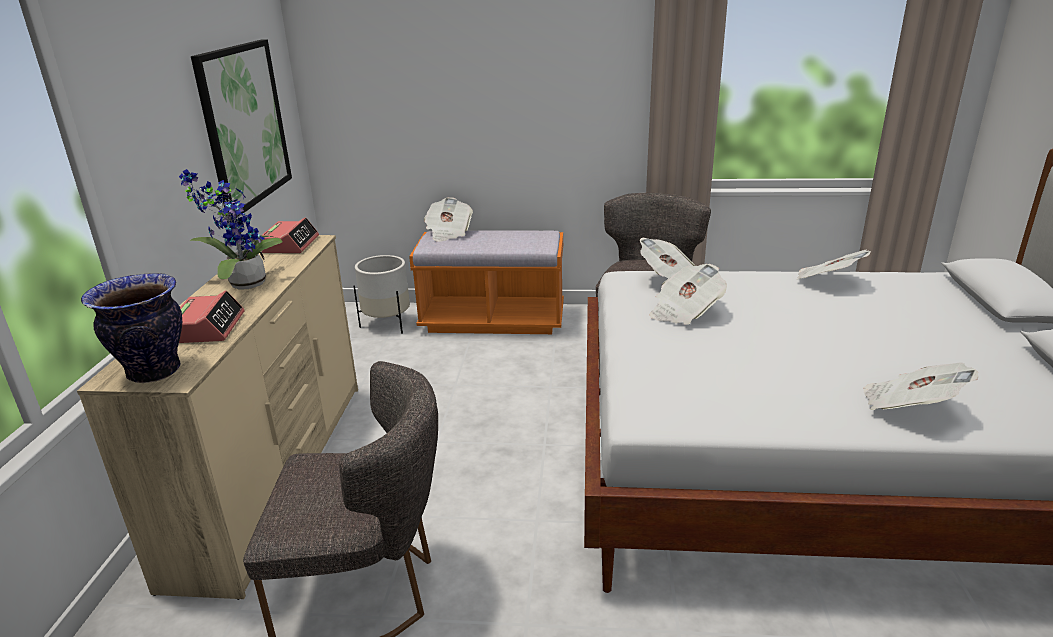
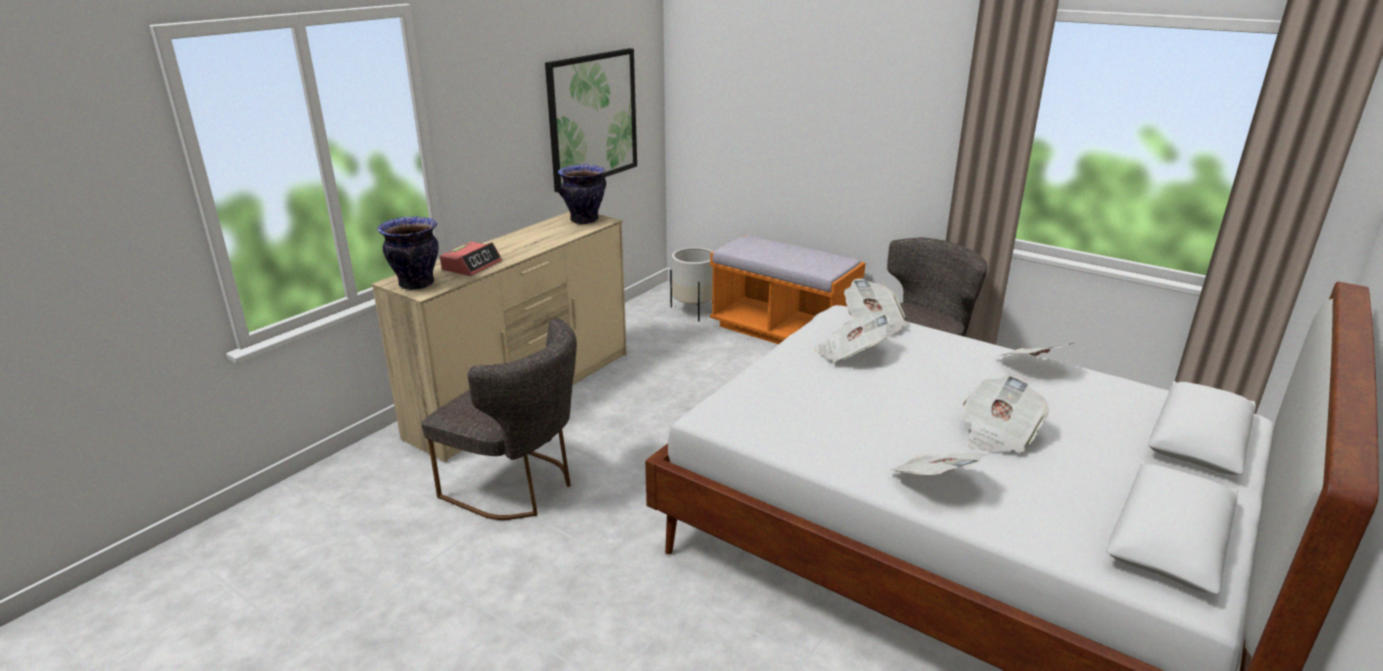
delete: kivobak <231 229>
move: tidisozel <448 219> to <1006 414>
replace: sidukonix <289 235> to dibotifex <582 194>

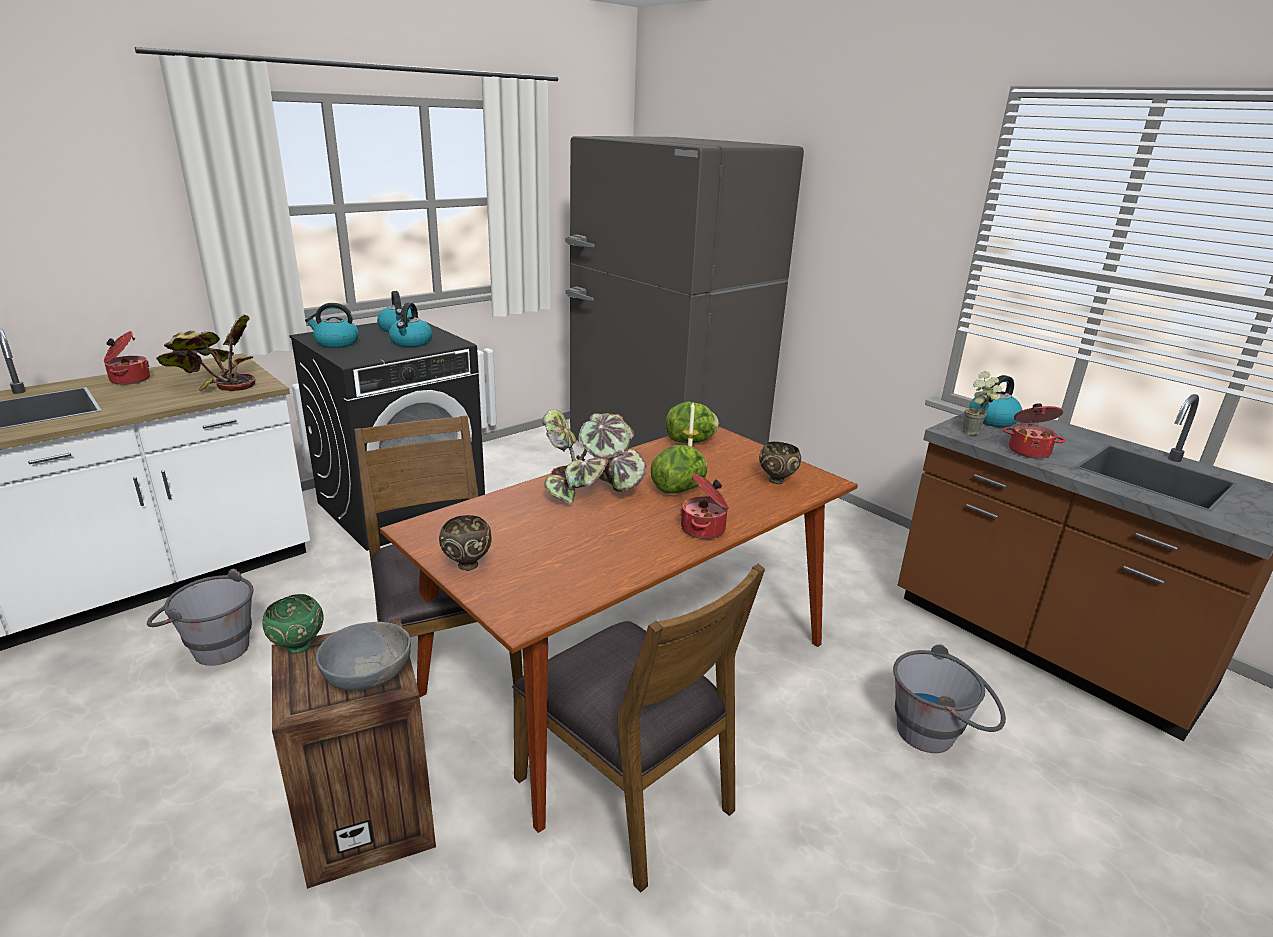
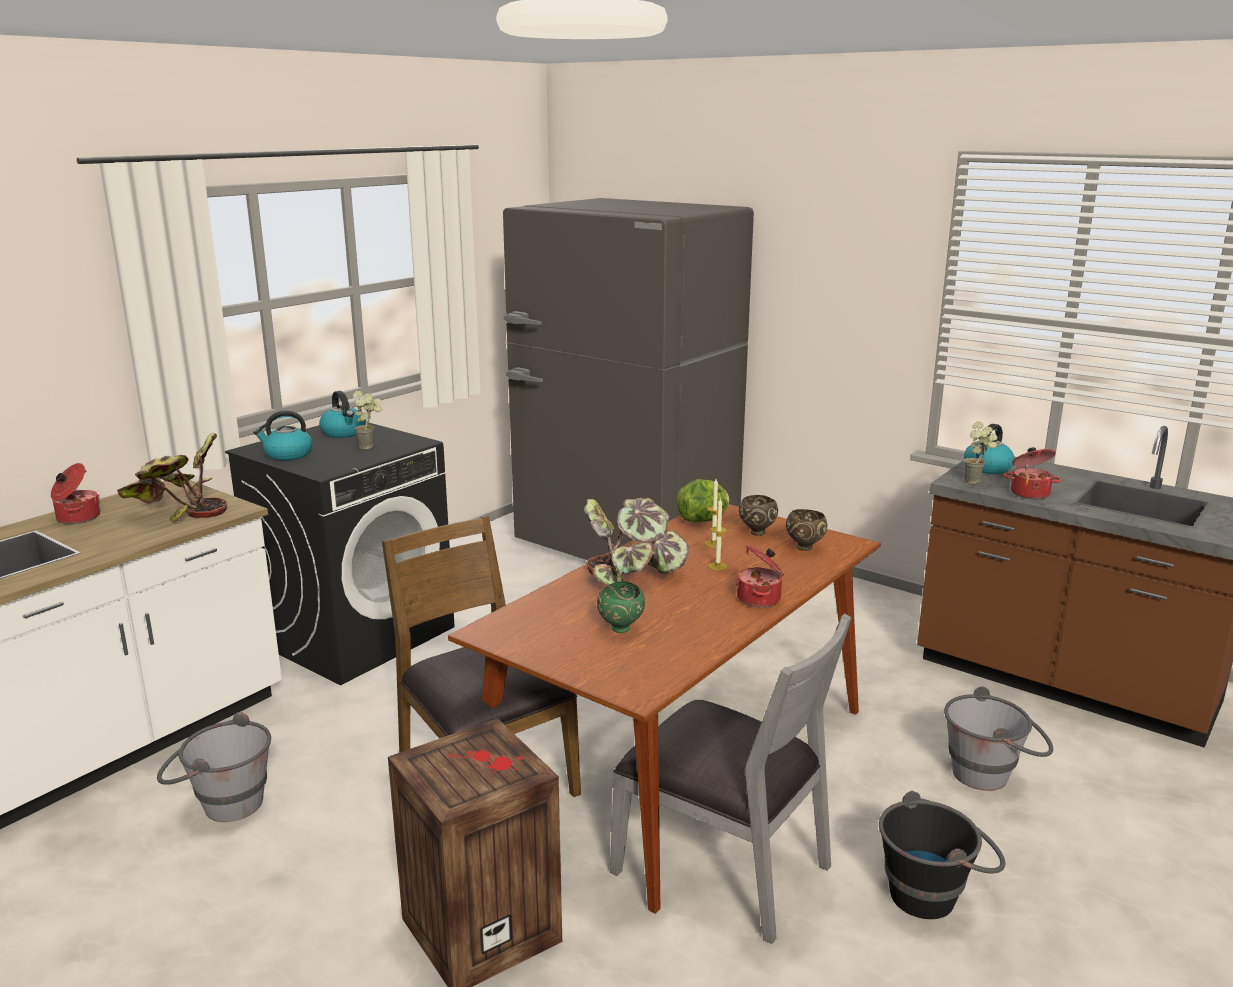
delete: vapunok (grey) <363 656>
insert: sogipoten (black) <942 855>
move: vapunok (brown) <465 543> to <758 515>; vapunok (green) <293 624> to <621 607>
replace: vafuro <410 325> to kivobak <367 420>; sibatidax <679 469> to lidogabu <718 535>
recolor: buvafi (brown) <638 727> to buvafi (grey) <731 778>

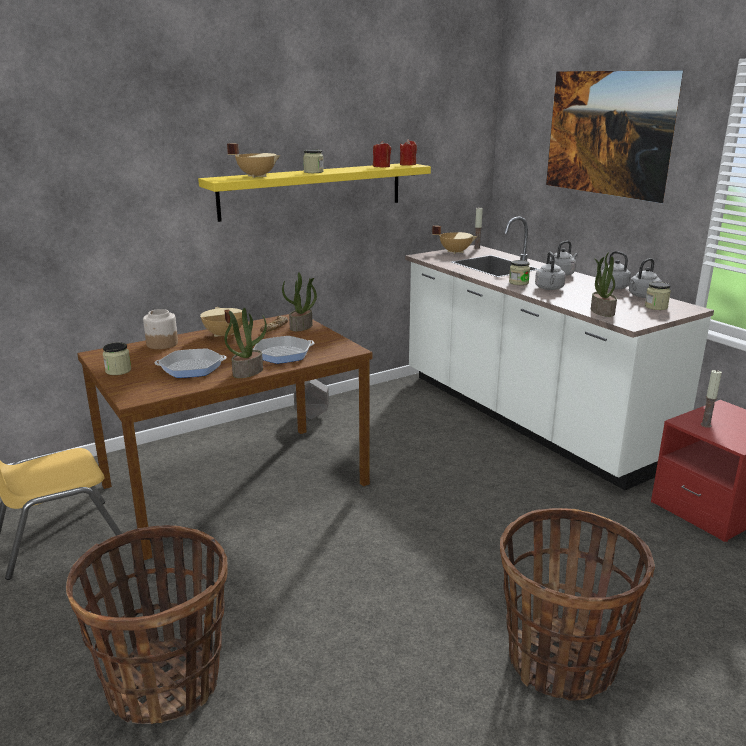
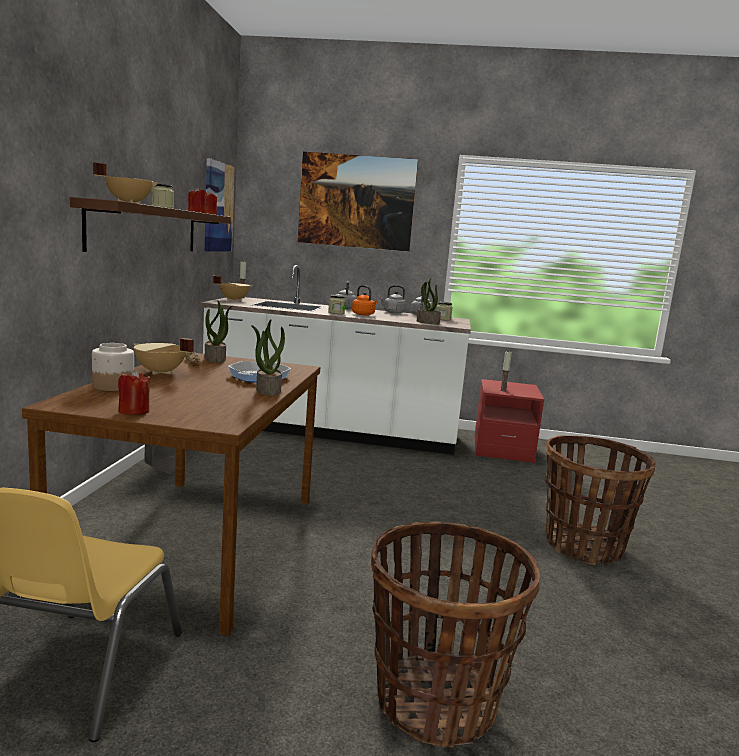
delete: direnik <190 363>
insert: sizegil <220 205>
replace: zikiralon <117 358> to lidogabu (red) <134 392>
recolor: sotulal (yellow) <314 192> to sotulal (brown) <150 224>; vafuro (grey) <550 271> to vafuro (orange) <364 300>

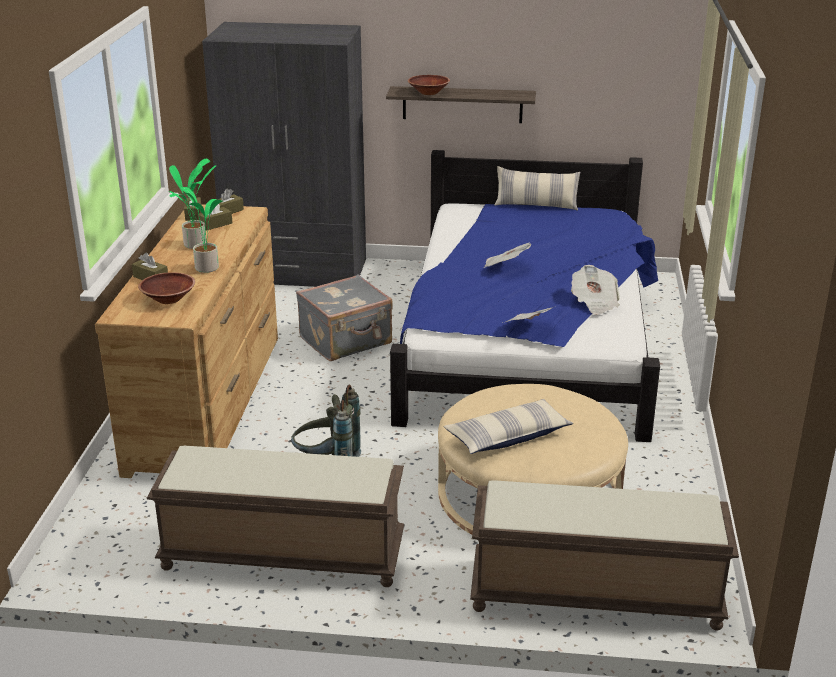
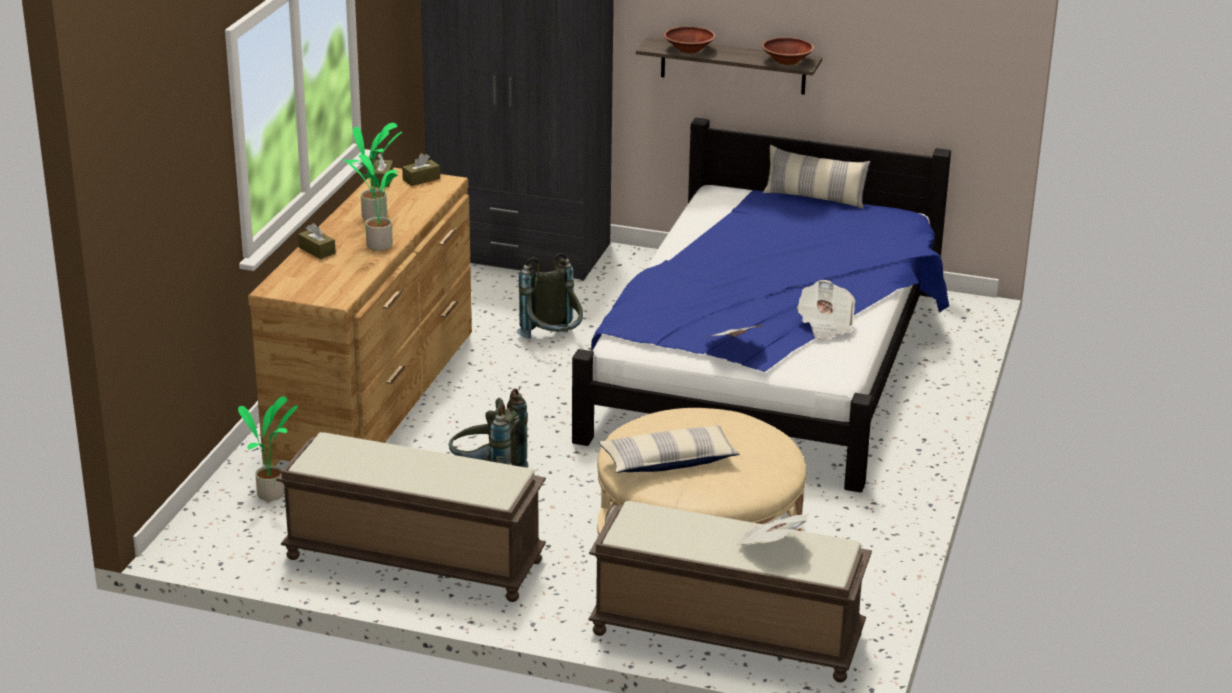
delete: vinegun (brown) <215 217>
insert: kivobak <268 448>
move: tidisozel <507 255> to <773 529>; vapunok (brown) <166 288> to <788 51>
replace: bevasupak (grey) <344 317> to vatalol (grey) <549 296>

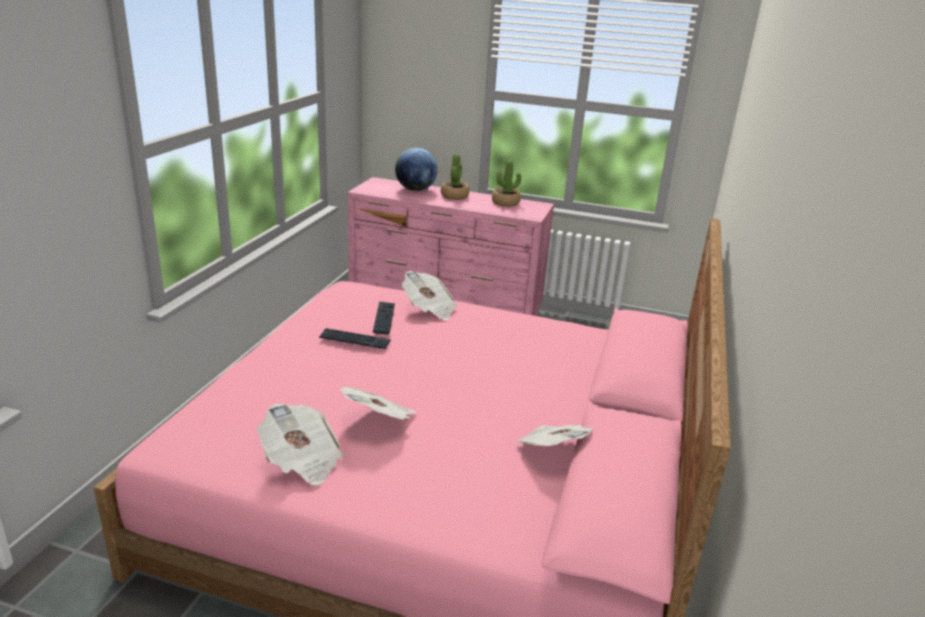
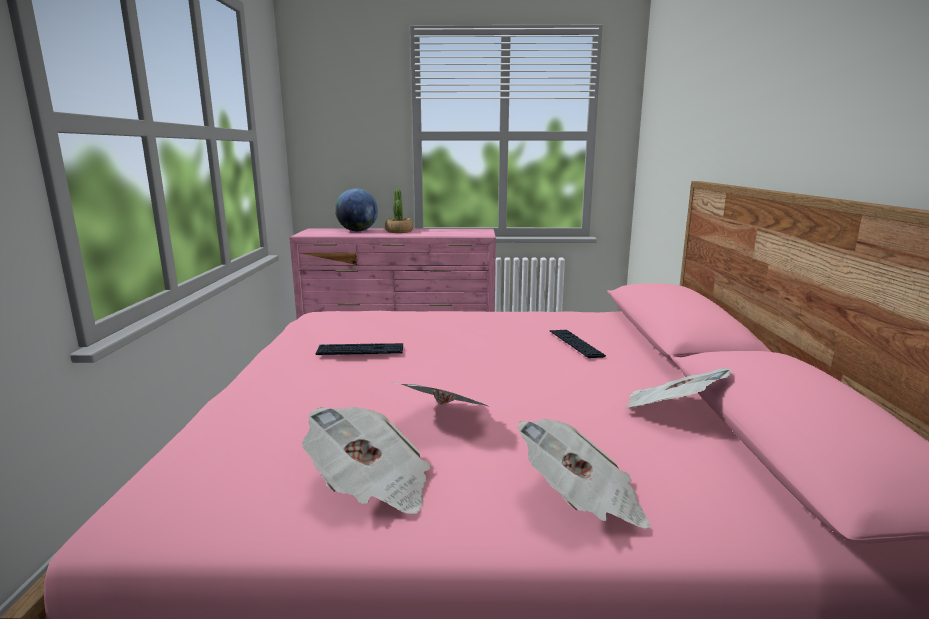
delete: kivobak <506 183>
move: tidisozel <429 295> to <584 474>; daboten <384 318> to <578 344>

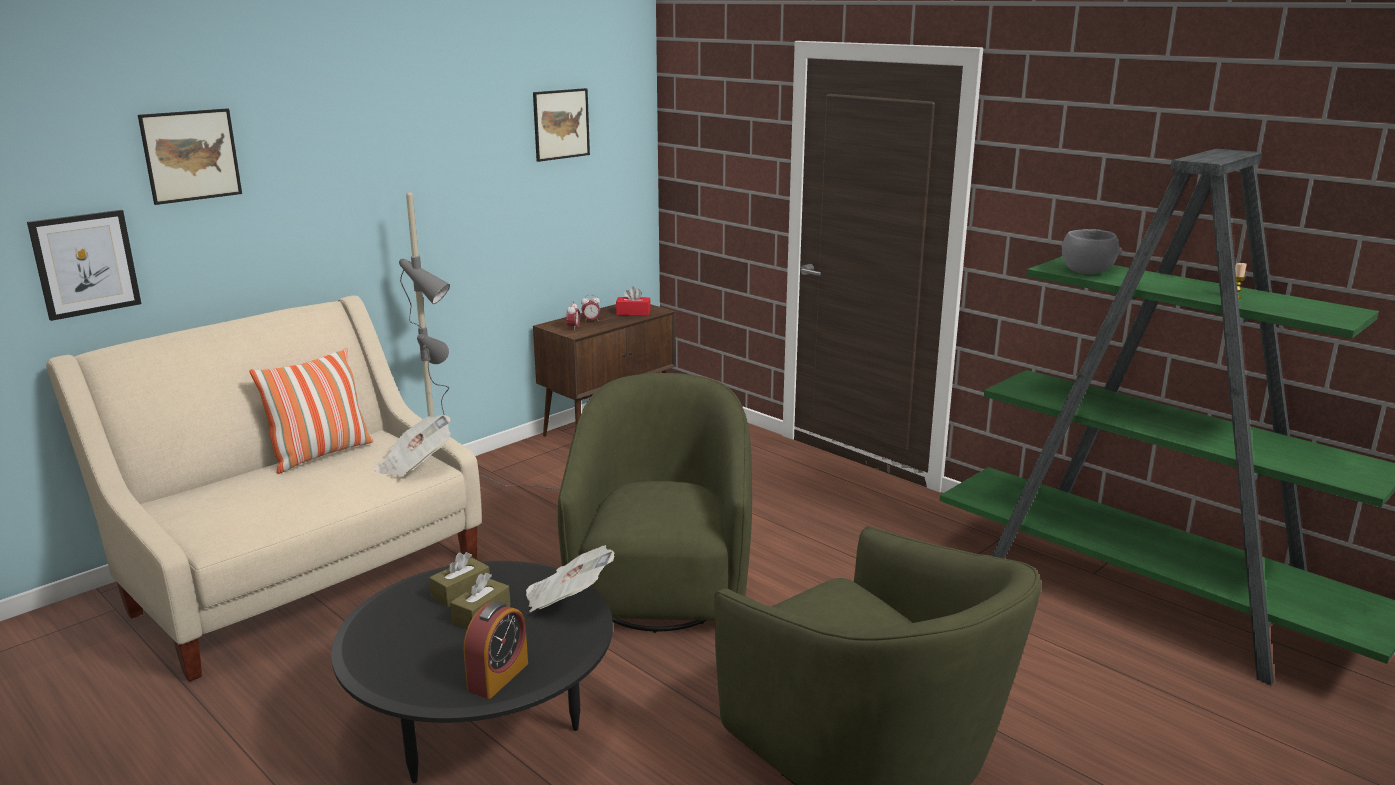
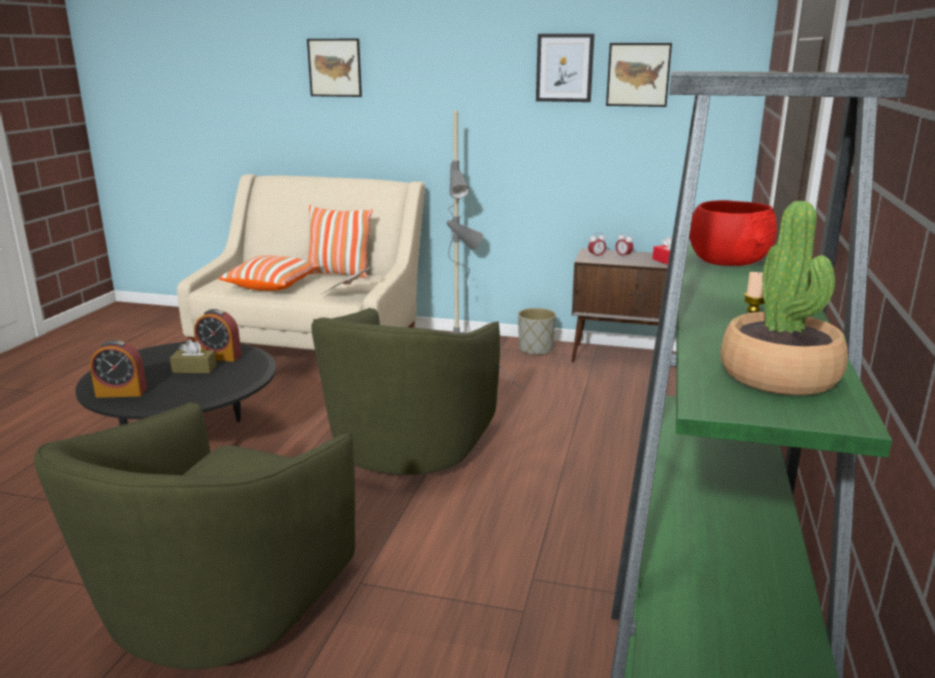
delete: tidisozel <570 578>
insert: kivobak <784 298>; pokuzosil <269 273>; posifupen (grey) <537 332>
move: sizegil <84 265> to <565 68>
replace: vinegun (brown) <459 579> to sidukonix <218 335>
recolor: vapunok (grey) <1092 251> to vapunok (red) <733 233>
rotate: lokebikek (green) <655 503> = <405 391> 135 degrees clockwise

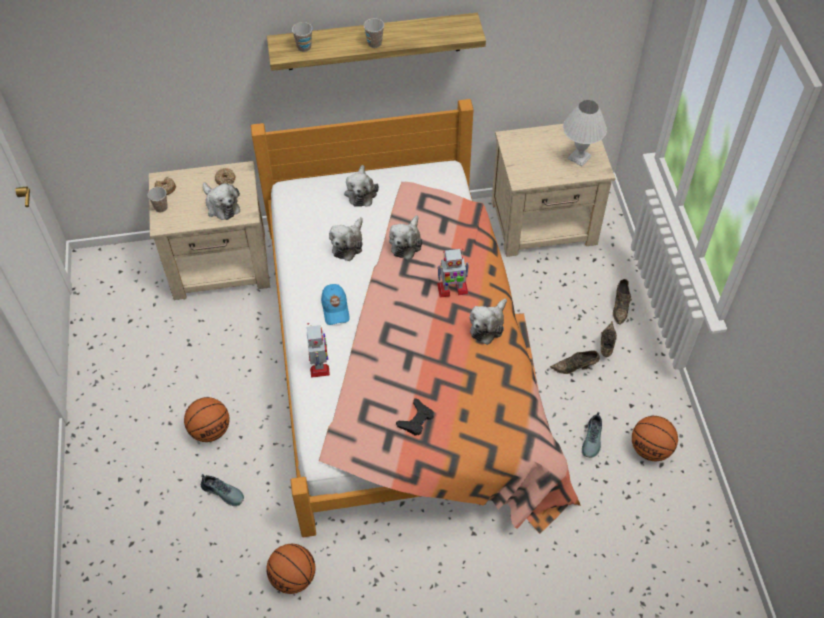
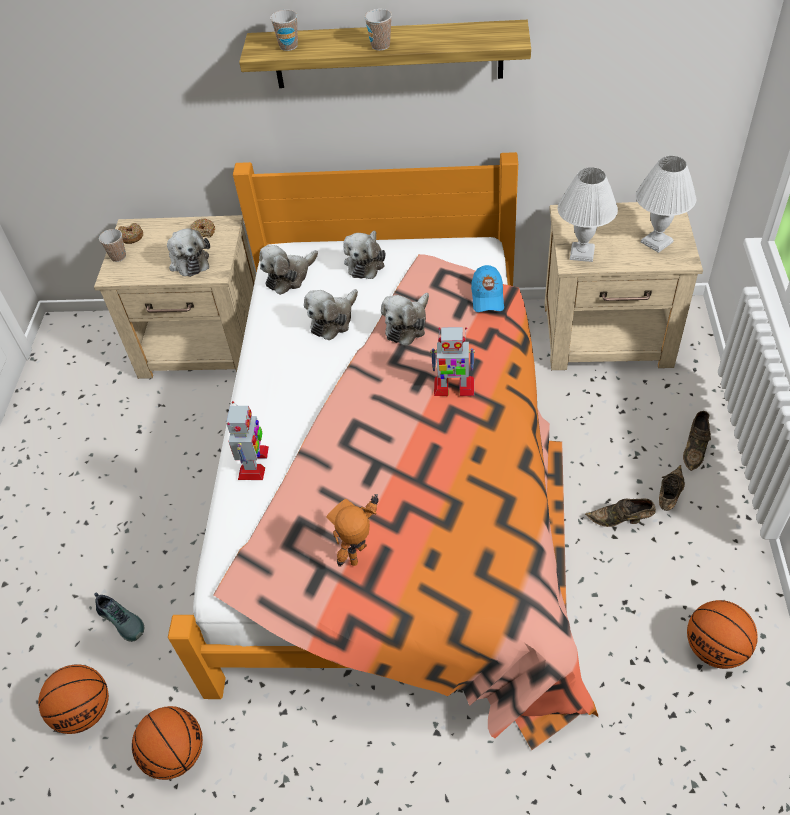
delete: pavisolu <592 435>
insert: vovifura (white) <588 214>
move: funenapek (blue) <335 304> to <487 288>; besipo <488 321> to <288 270>; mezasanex <206 419> to <73 699>
replace: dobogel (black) <415 417> to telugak <352 530>

